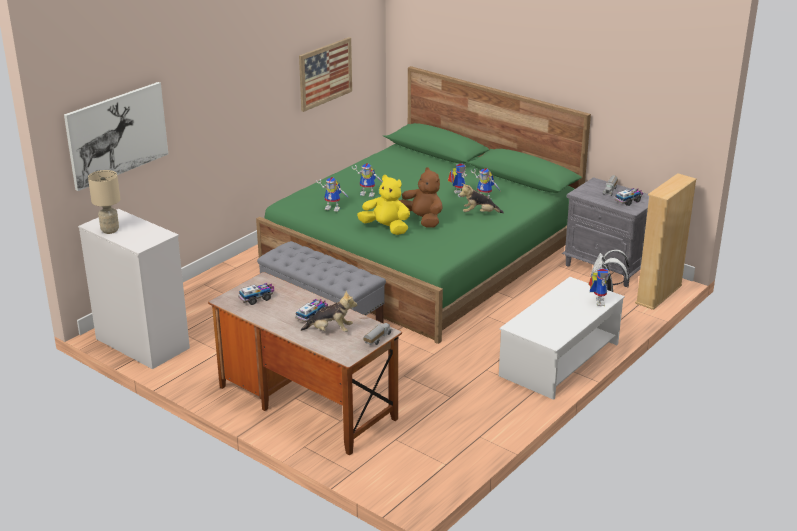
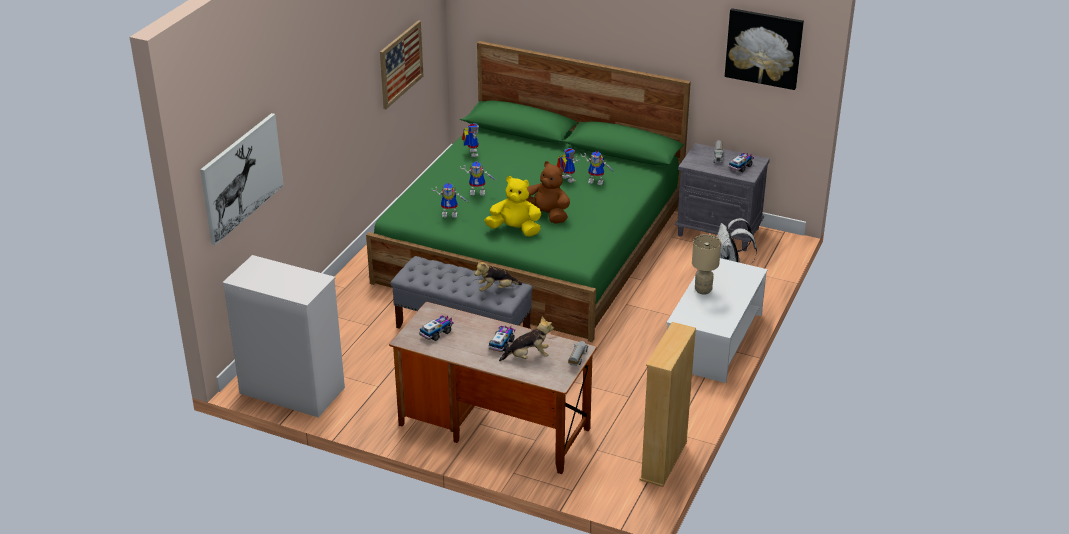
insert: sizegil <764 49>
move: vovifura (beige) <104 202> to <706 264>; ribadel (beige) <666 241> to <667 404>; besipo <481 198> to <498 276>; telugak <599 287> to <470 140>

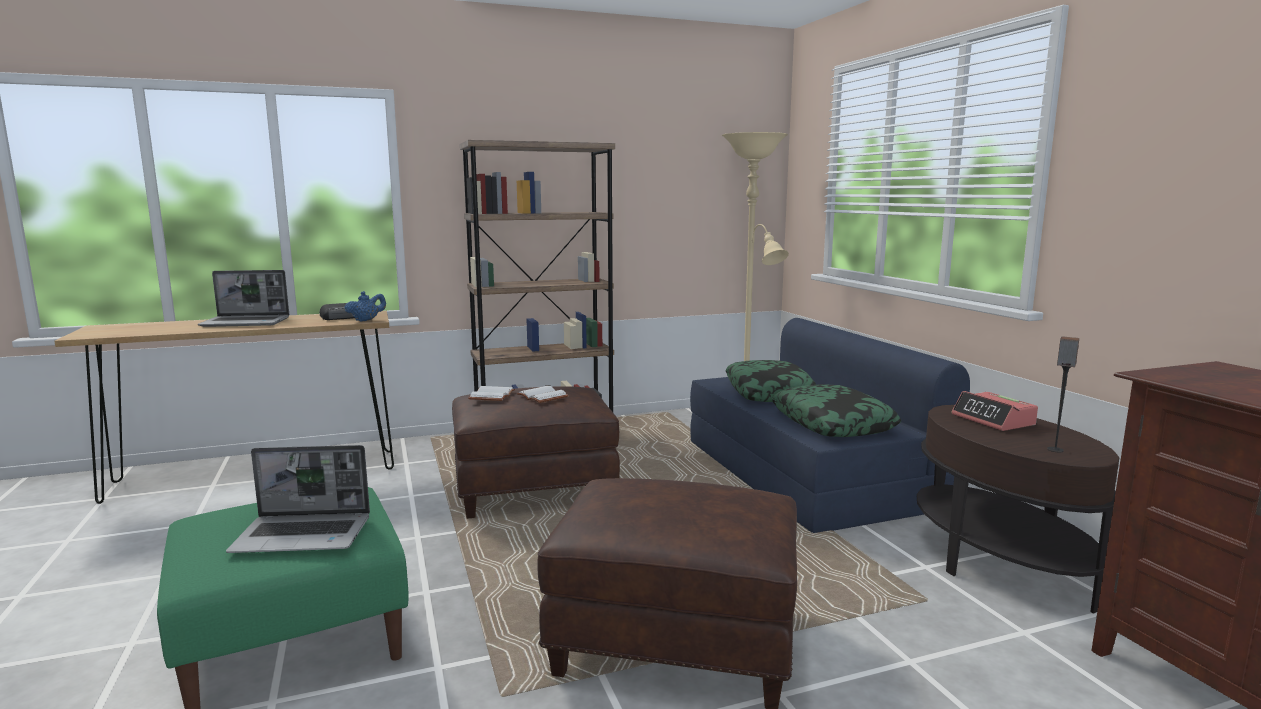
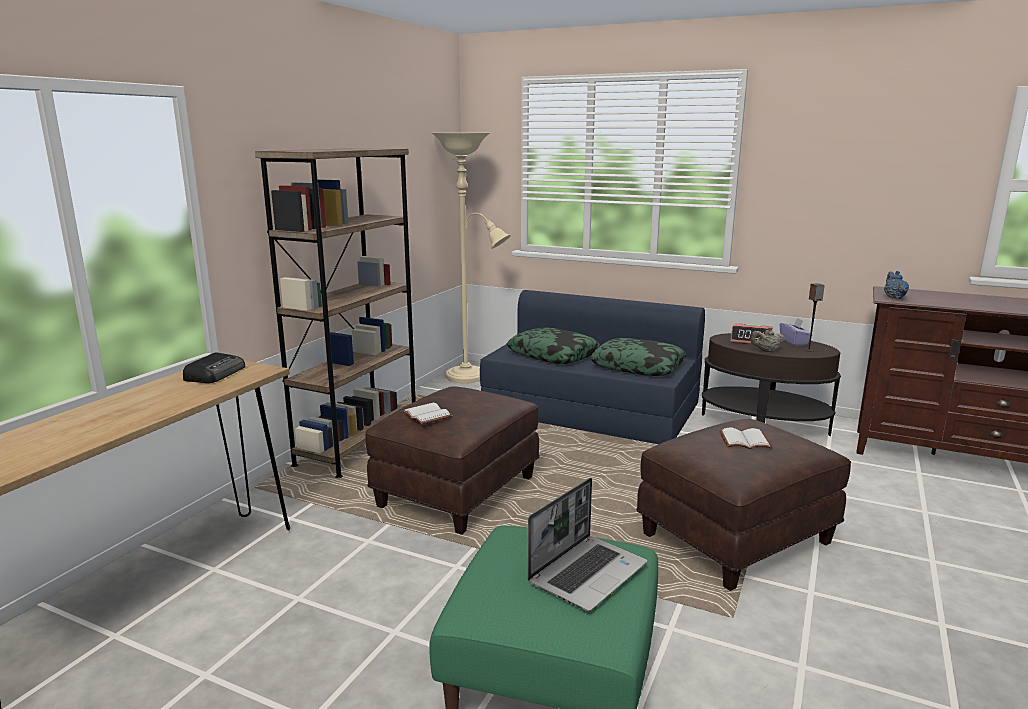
delete: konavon <243 298>
insert: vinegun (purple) <796 332>; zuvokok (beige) <767 339>
move: zuvokok (blue) <365 306> to <896 285>; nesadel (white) <543 394> to <746 438>

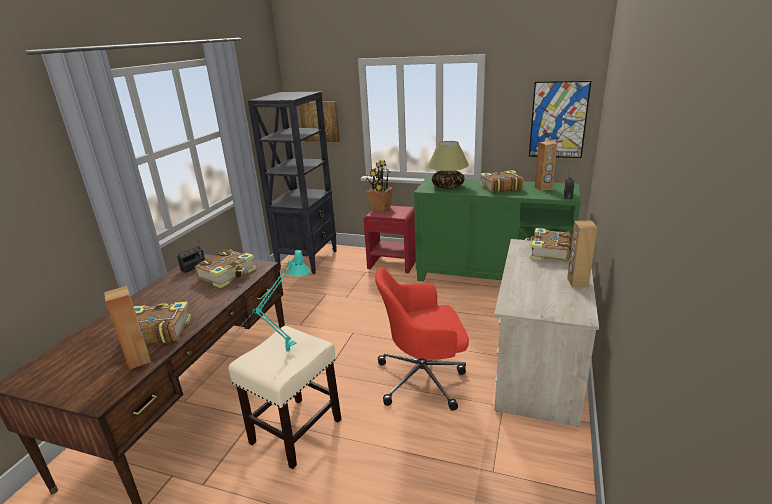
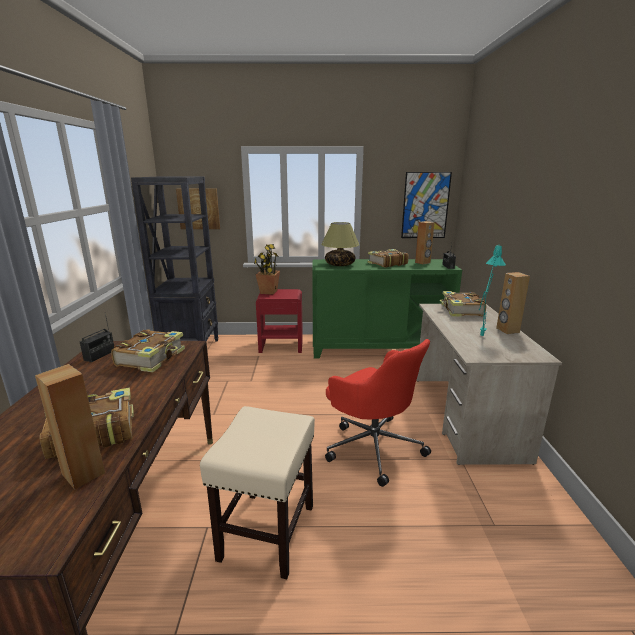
move: vovifura (turquoise) <274 300> to <492 290>
rotate: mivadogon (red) <422 339> = <378 413> 105 degrees counterclockwise

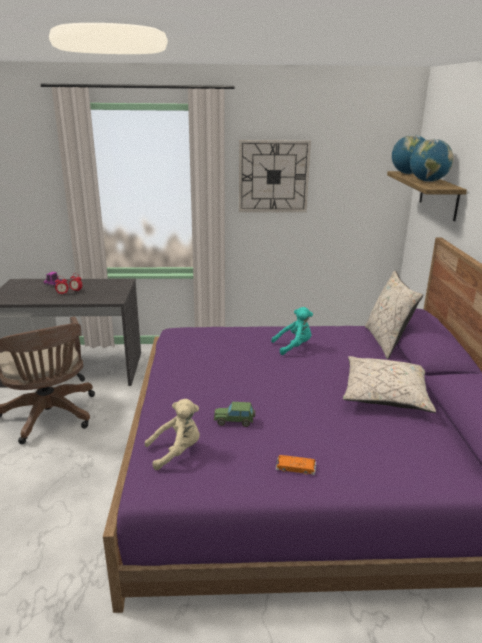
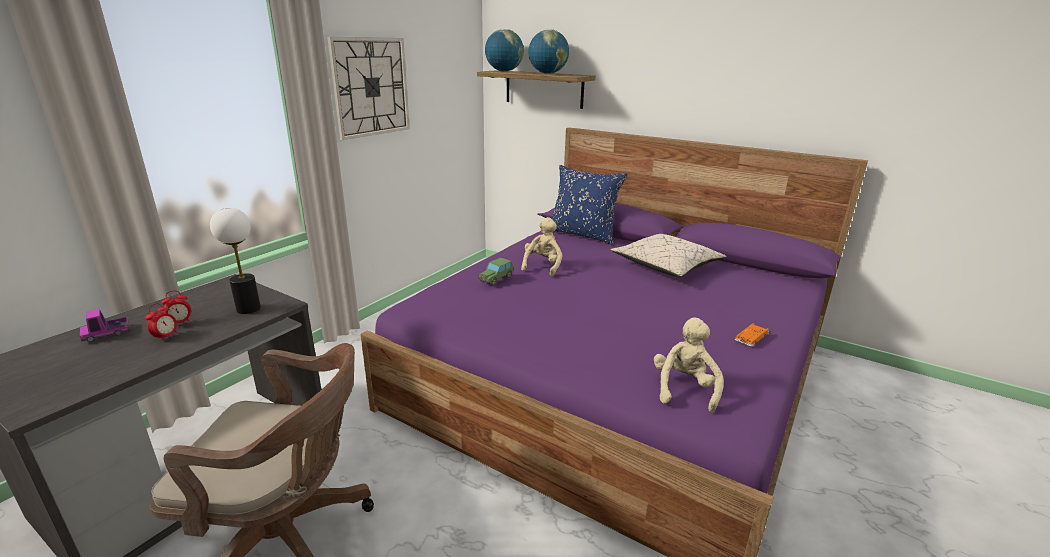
insert: vovifura <235 261>
move: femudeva <234 414> to <496 271>
recolor: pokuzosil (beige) <394 314> to pokuzosil (blue) <589 205>; besipo (turquoise) <292 331> to besipo (beige) <542 247>

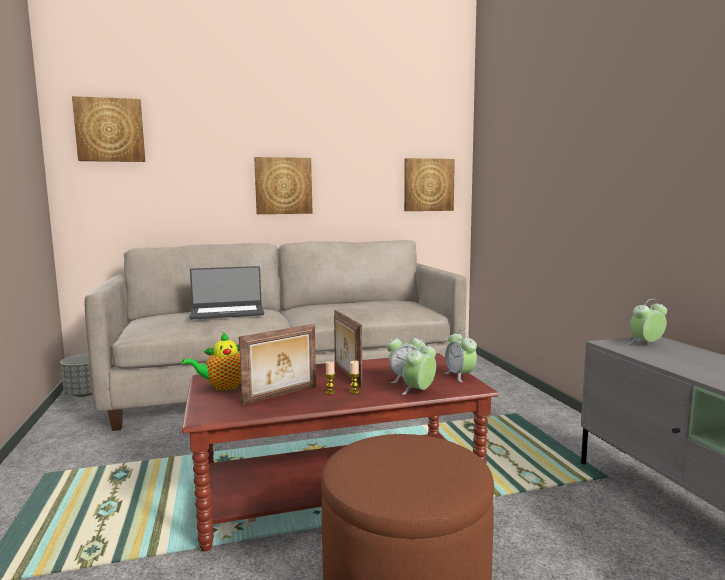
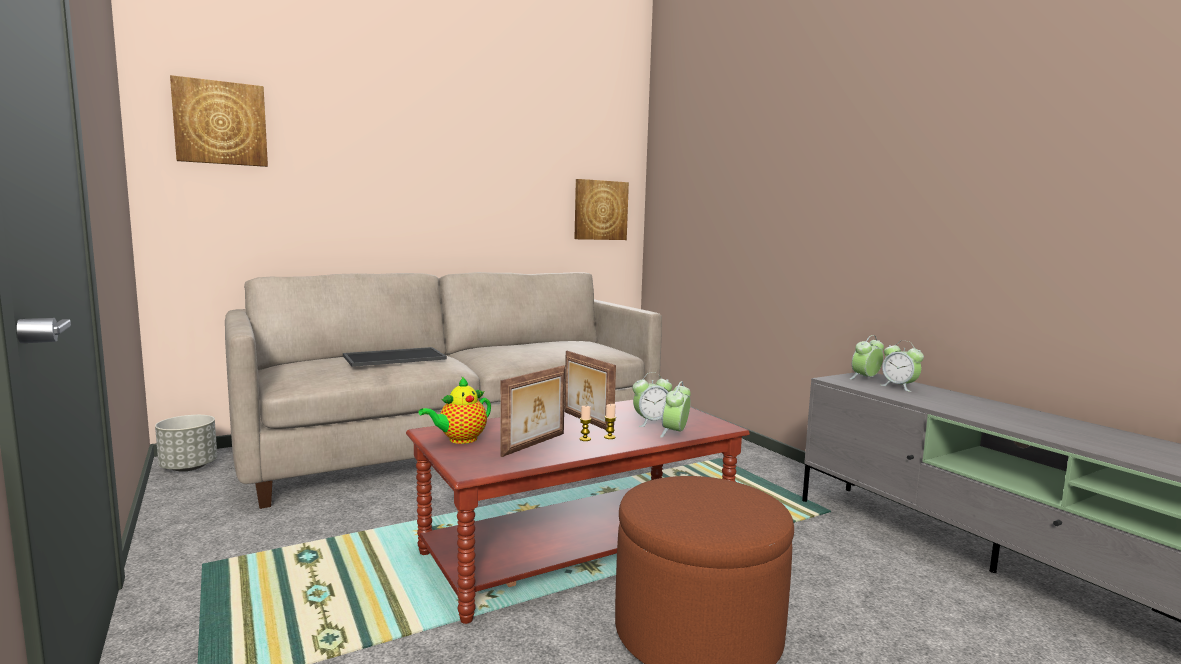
delete: sizegil <283 185>
move: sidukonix <460 356> to <902 366>
replace: konavon <226 292> to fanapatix <395 357>

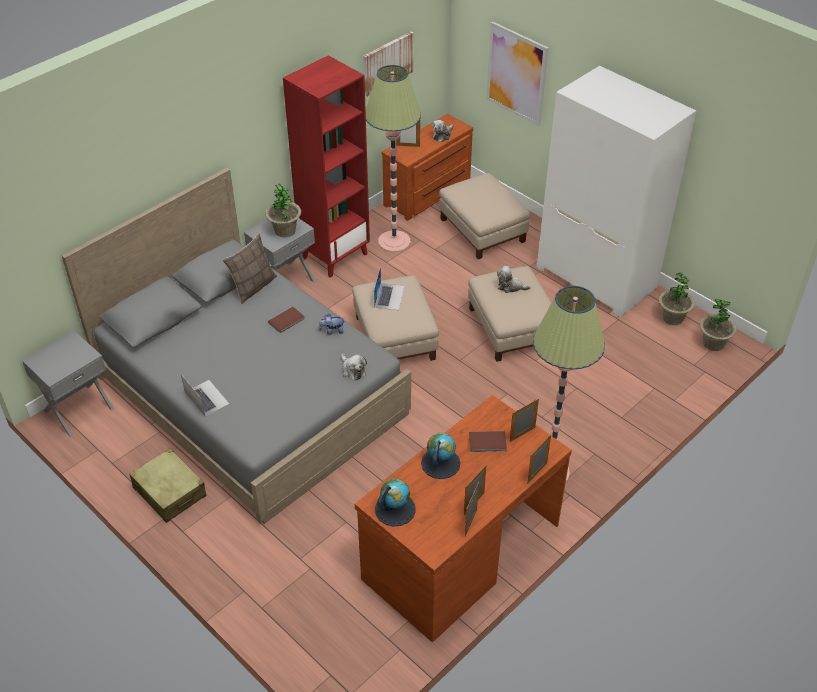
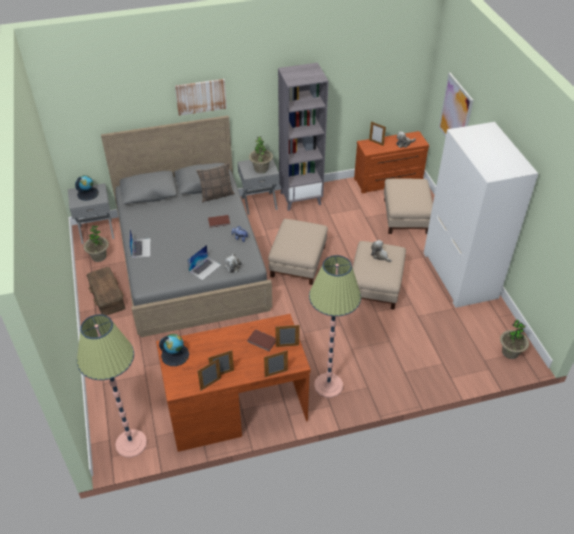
move: sizegil <388 63> to <201 97>; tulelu <393 159> to <112 386>; konavon <389 288> to <204 262>; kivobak <677 299> to <96 243>; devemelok <440 456> to <87 188>
replace: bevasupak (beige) <167 485> to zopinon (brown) <106 291>
recolor: ribadel (red) <326 166> to ribadel (grey) <303 137>

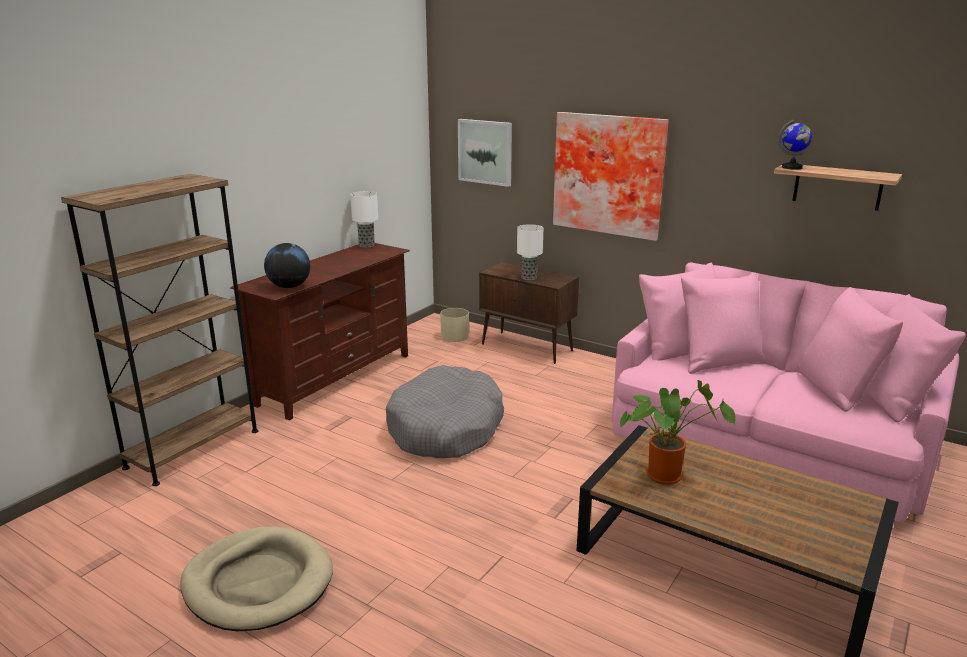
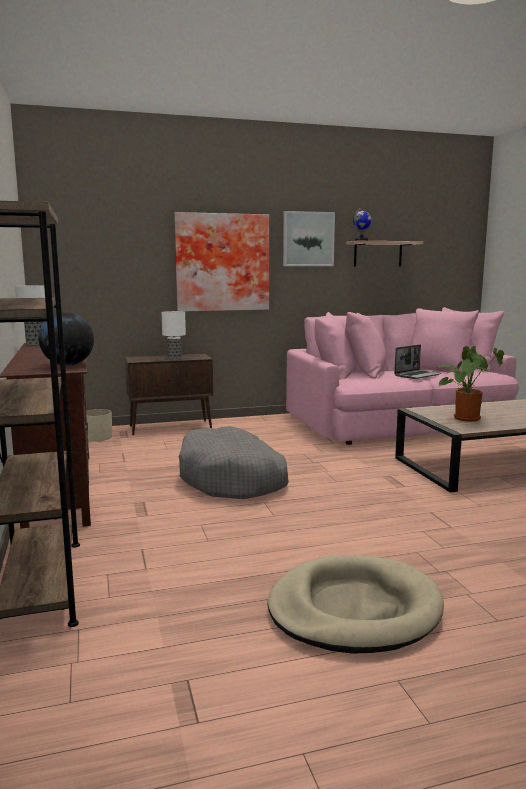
insert: konavon <417 362>
move: sizegil <485 153> to <309 238>

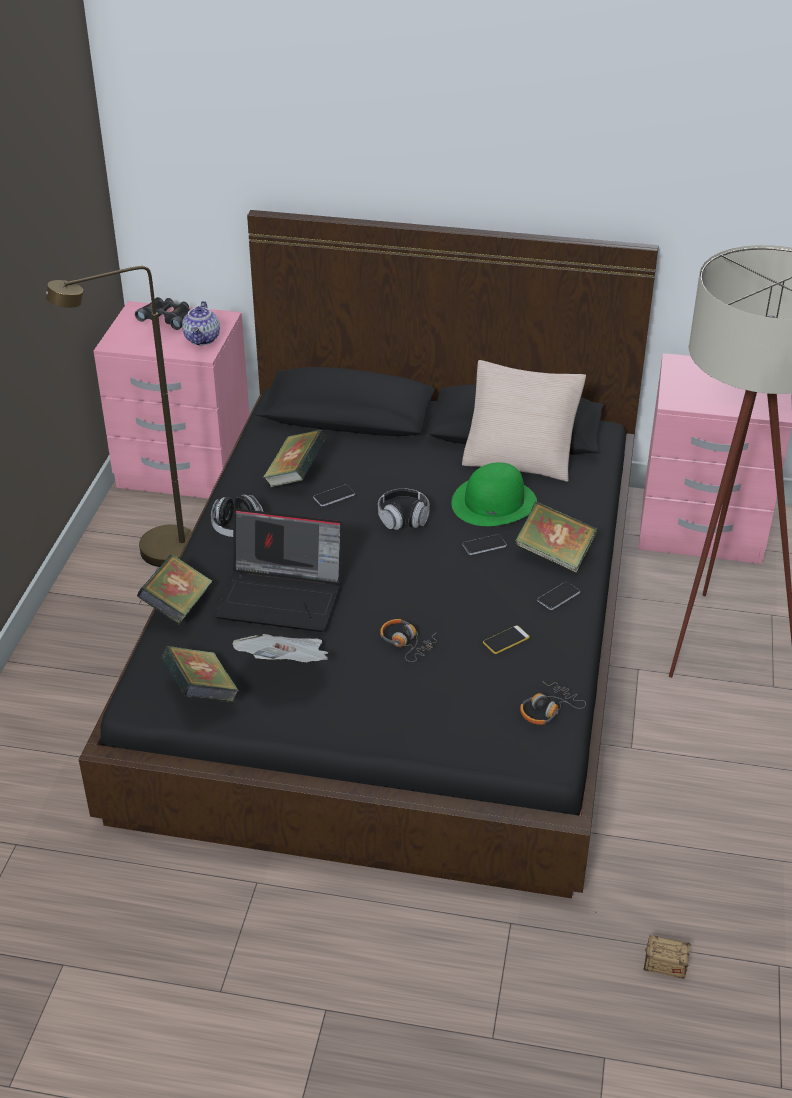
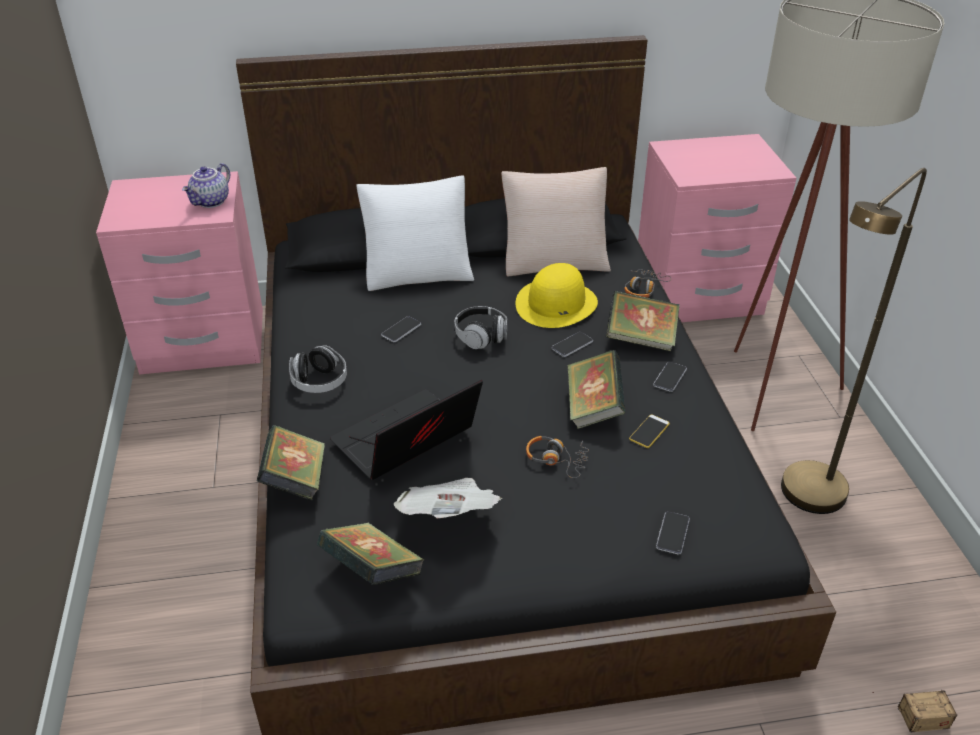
delete: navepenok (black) <162 313>
insert: pokuzosil (white) <415 233>; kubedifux <673 533>
move: tulelu (brown) <119 416> to <854 341>; nesadel <295 458> to <596 389>; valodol <553 703> to <647 283>
recolor: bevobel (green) <494 494> to bevobel (yellow) <556 295>
rotate: zuvokok <201 323> = <206 185> 45 degrees clockwise; konavon <279 570> = <406 430> 150 degrees clockwise

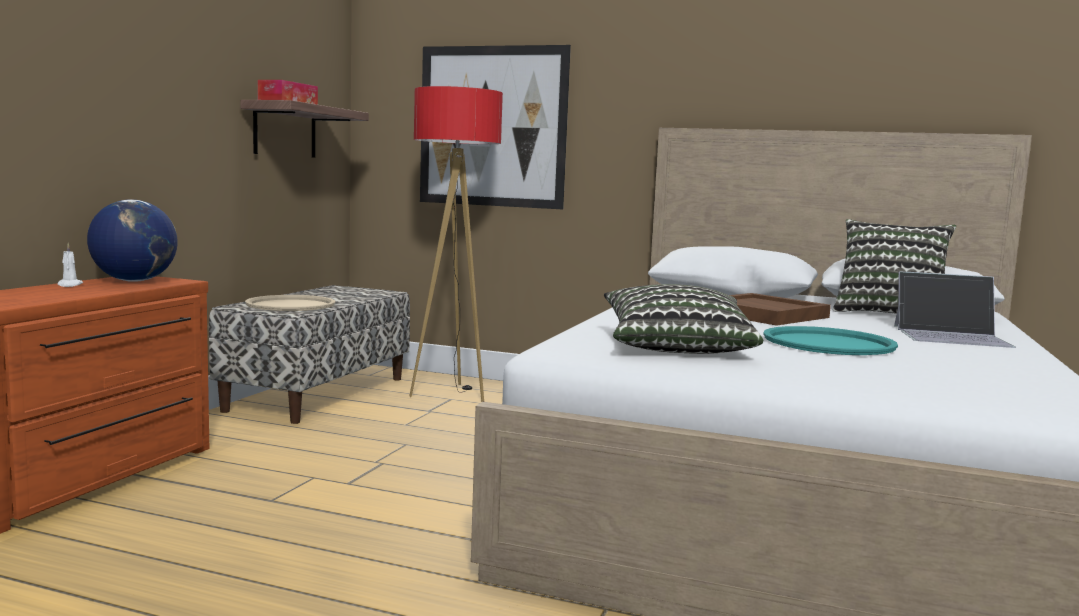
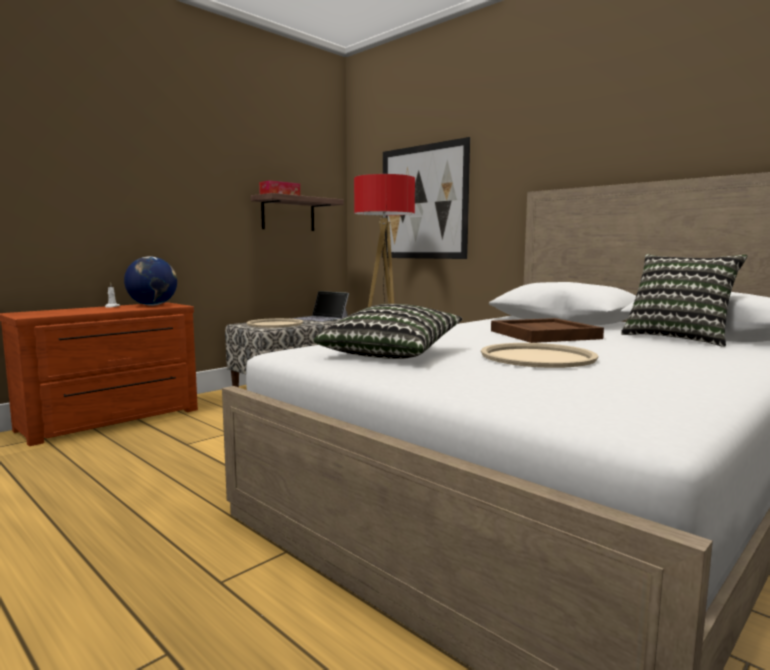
move: konavon <955 309> to <321 306>
recolor: fanapatix (turquoise) <830 340> to fanapatix (beige) <539 355>

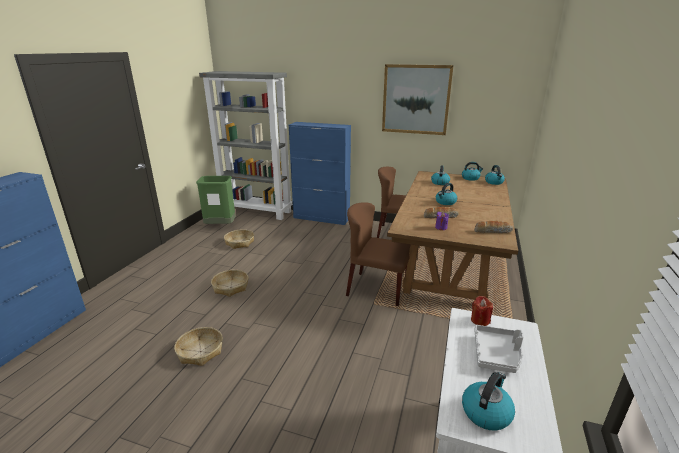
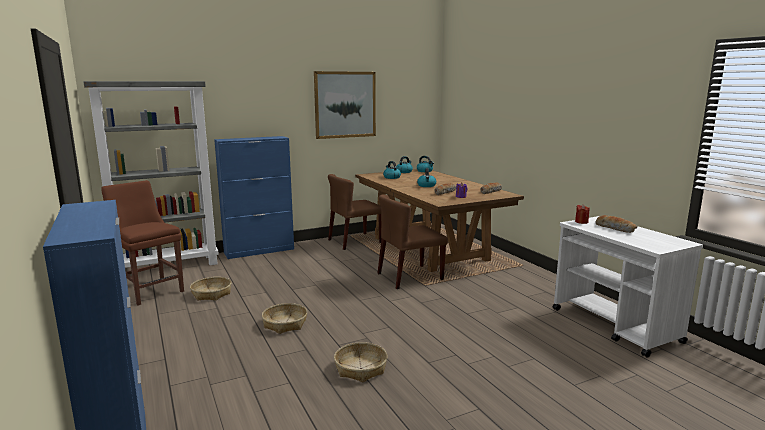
delete: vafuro <488 401>
replace: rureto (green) <216 200> to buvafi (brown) <143 243>; fanapatix (grey) <498 349> to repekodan <616 224>

